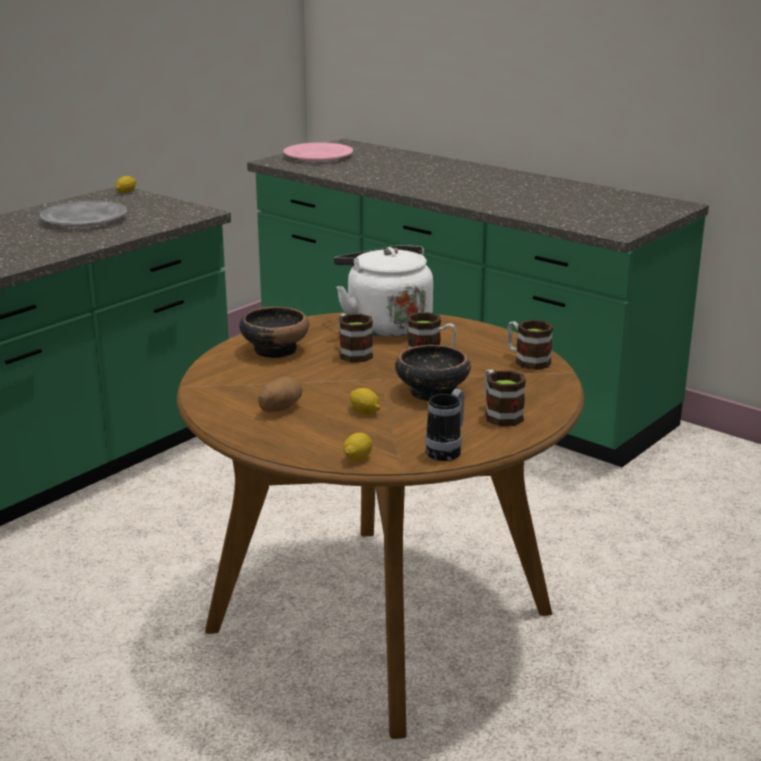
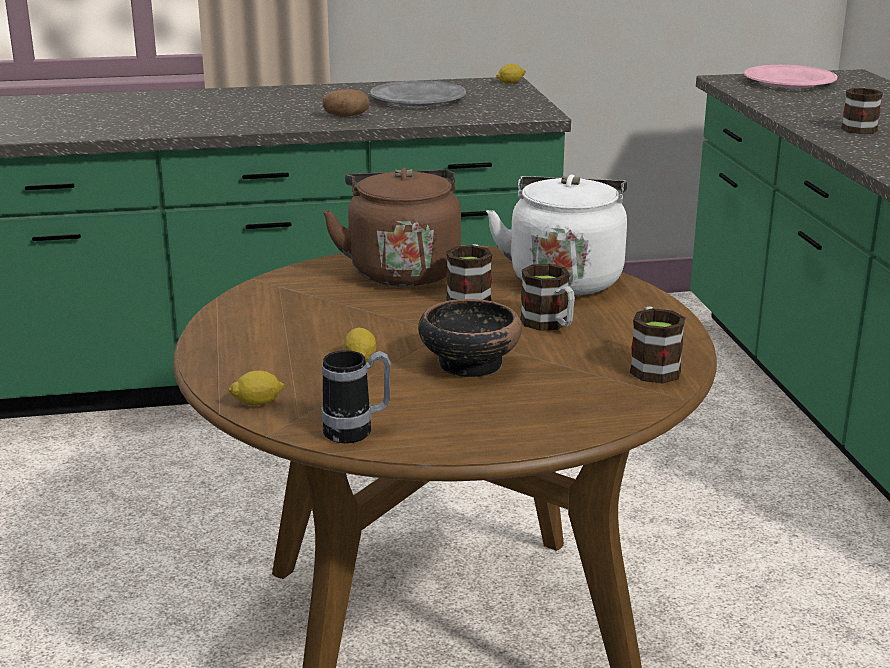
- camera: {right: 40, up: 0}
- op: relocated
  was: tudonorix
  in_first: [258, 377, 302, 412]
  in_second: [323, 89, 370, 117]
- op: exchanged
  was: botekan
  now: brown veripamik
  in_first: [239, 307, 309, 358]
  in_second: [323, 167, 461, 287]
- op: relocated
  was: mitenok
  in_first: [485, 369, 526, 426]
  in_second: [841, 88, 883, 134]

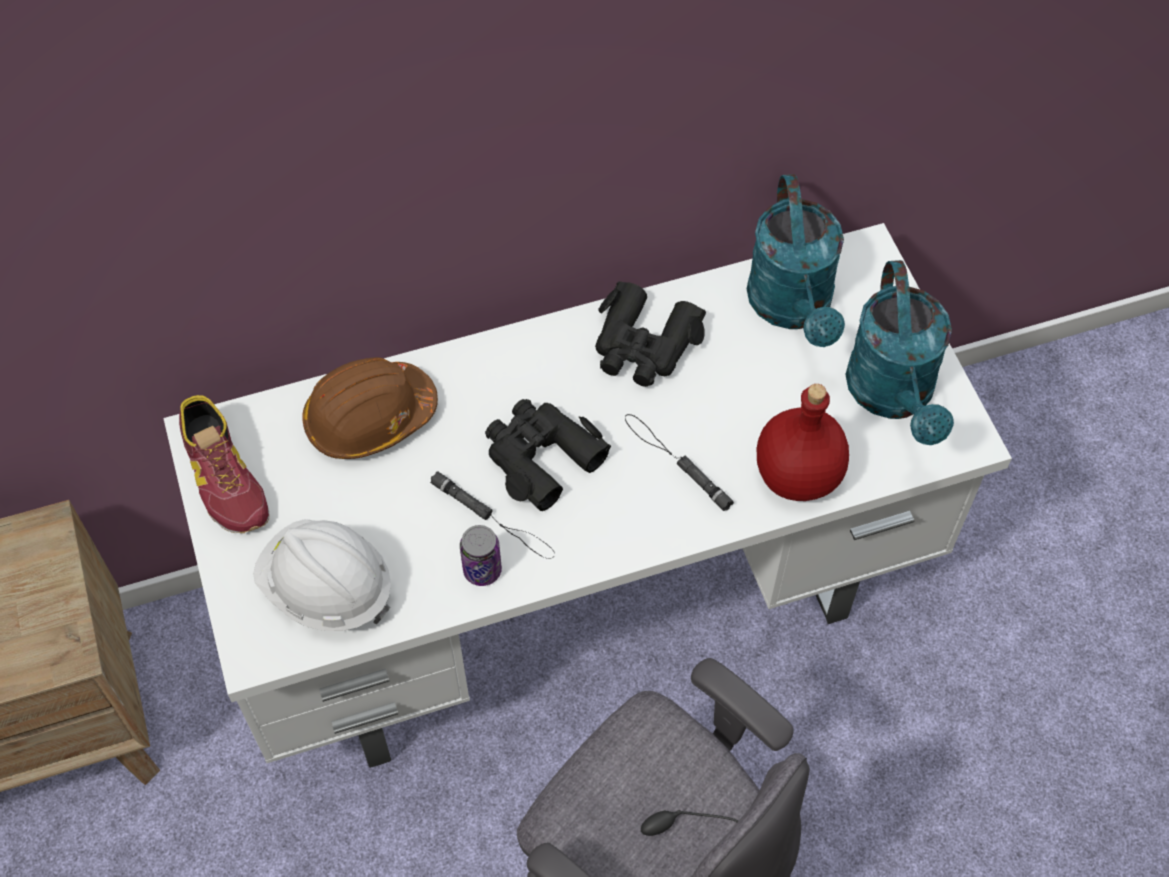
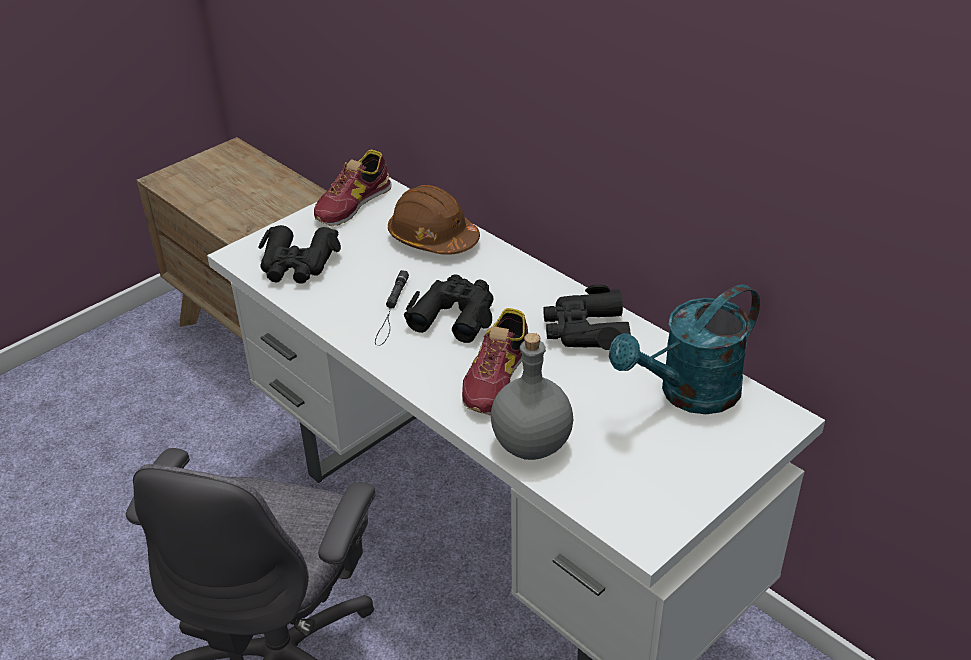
- camera: {right: 65, up: -20}
- op: exchanged
  was: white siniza
  now: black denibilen
  in_first: [253, 519, 391, 631]
  in_second: [258, 225, 341, 284]
- op: exchanged
  was: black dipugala
  now: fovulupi
  in_first: [625, 414, 734, 511]
  in_second: [462, 308, 528, 416]
- op: colour
  was: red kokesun
  now: grey kokesun
  in_first: [757, 384, 849, 501]
  in_second: [491, 333, 573, 460]
- op: missing
  was: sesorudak
  in_first: [460, 525, 502, 586]
- op: missing
  was: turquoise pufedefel
  in_first: [845, 260, 954, 445]

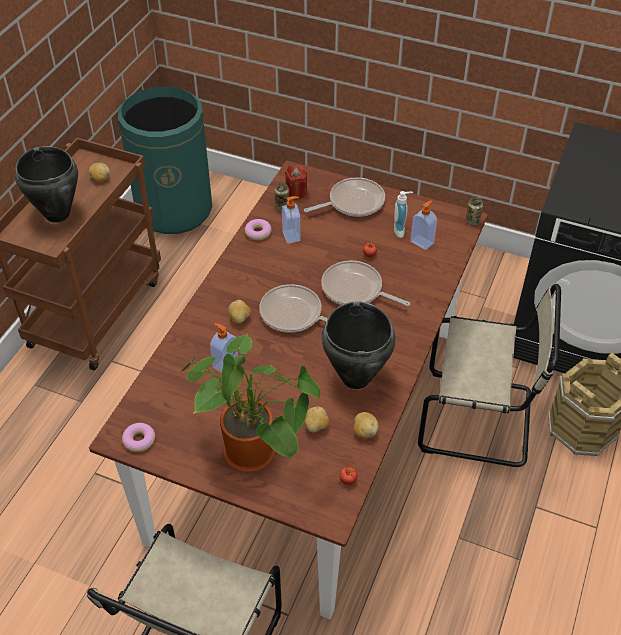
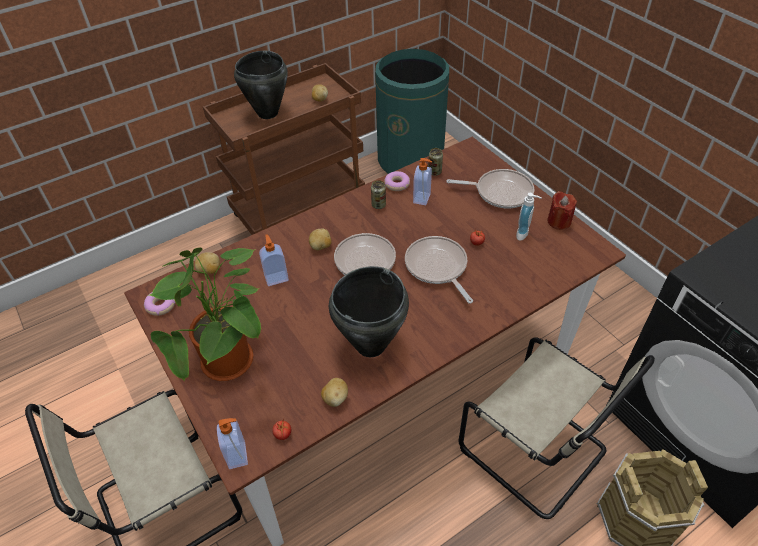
- camera: {right: 35, up: 0}
- op: relocated
  was: tudonorix
  in_first: [304, 407, 329, 432]
  in_second: [195, 252, 220, 274]
- op: relocated
  was: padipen
  in_first: [410, 201, 437, 250]
  in_second: [217, 418, 248, 469]
- op: relocated
  was: sesorudak
  in_first: [466, 197, 483, 226]
  in_second: [371, 180, 386, 209]
- op: relocated
  was: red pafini
  in_first: [285, 165, 307, 200]
  in_second: [547, 191, 577, 230]

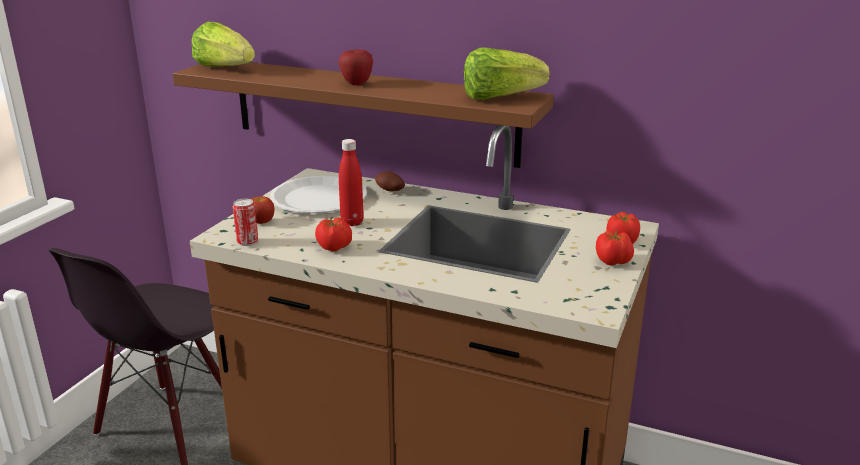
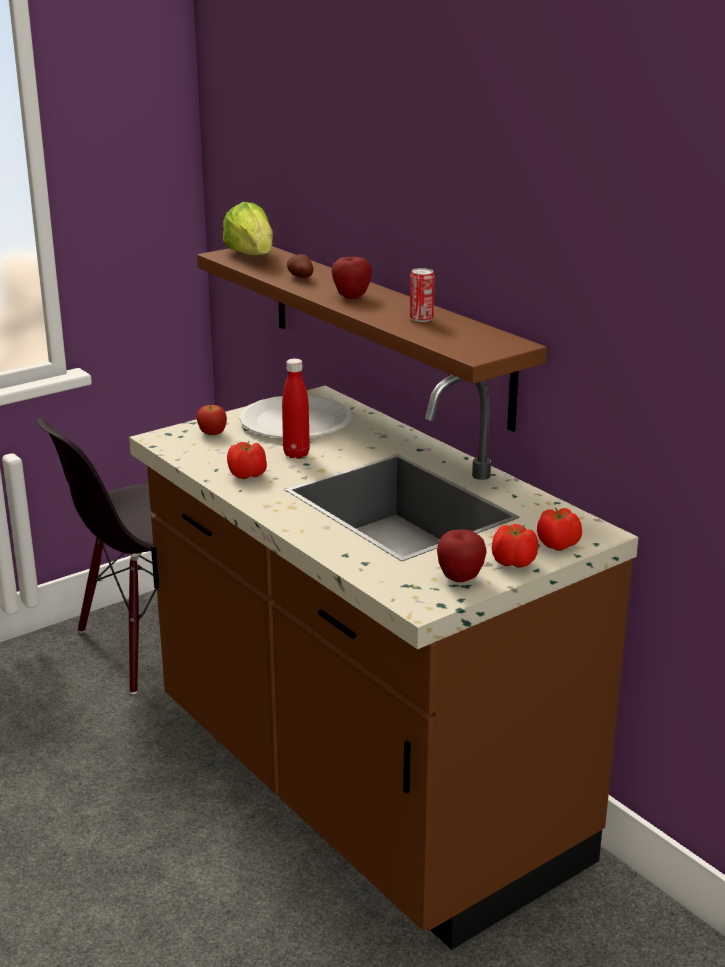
- camera: {right: 30, up: 0}
- op: relocated
  was: tudonorix
  in_first: [375, 171, 405, 191]
  in_second: [287, 254, 313, 278]
- op: relocated
  was: sesorudak
  in_first: [233, 199, 258, 246]
  in_second: [410, 268, 435, 322]
- op: appeared
  now: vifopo
  in_second: [437, 529, 486, 582]
- op: missing
  was: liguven
  in_first: [464, 48, 550, 100]

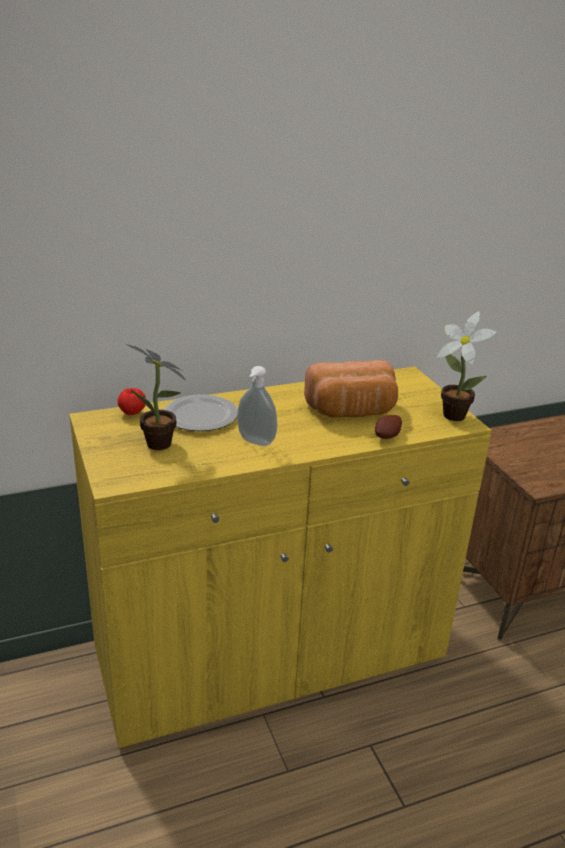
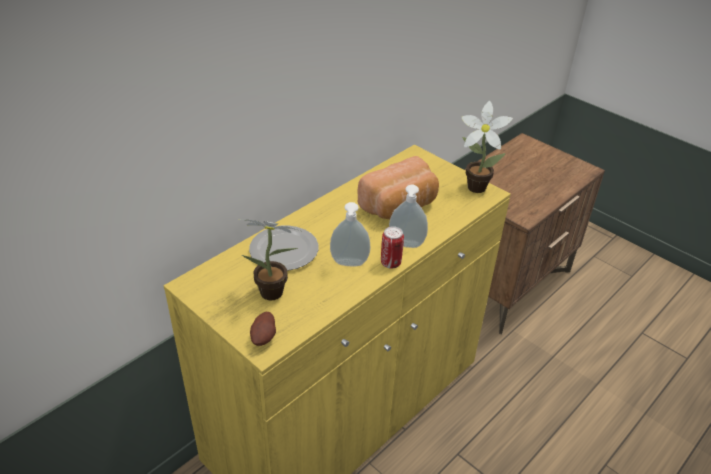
- camera: {right: -25, up: 10}
- op: relocated
  was: tudonorix
  in_first: [375, 415, 402, 439]
  in_second: [250, 312, 276, 346]
- op: appeared
  now: sesorudak
  in_second: [381, 226, 404, 269]
- op: appeared
  now: padipen
  in_second: [389, 185, 428, 248]
- op: missing
  was: vifopo
  in_first: [117, 388, 146, 415]

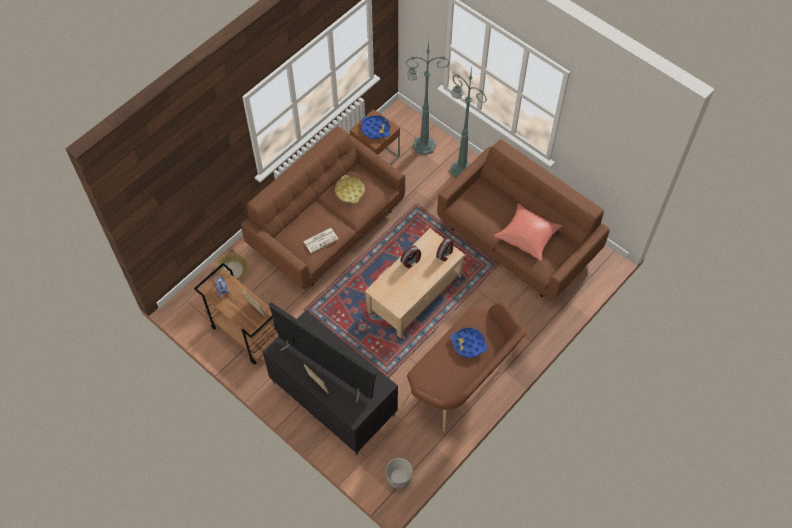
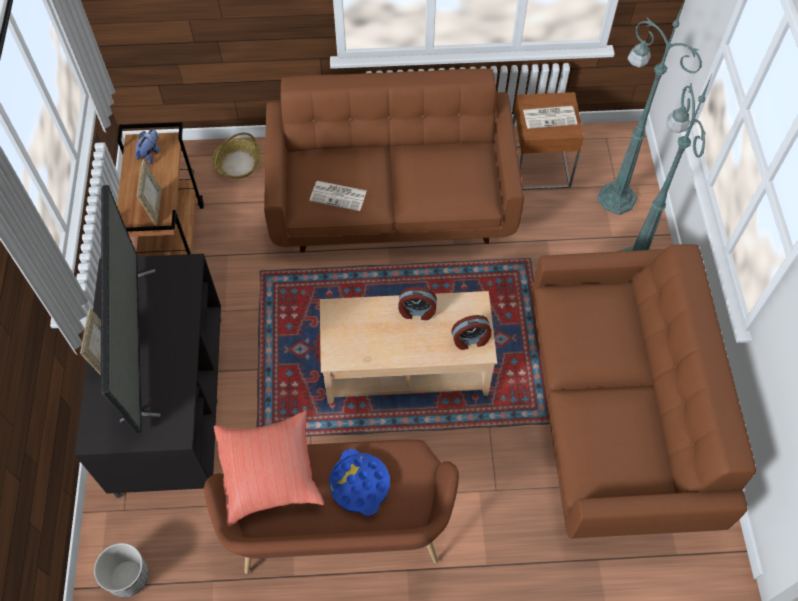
- camera: {right: 45, up: 0}
- op: relocated
  was: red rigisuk
  in_first: [494, 204, 563, 261]
  in_second: [214, 410, 324, 527]
- op: exchanged
  was: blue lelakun
  now: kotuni
  in_first: [361, 115, 390, 139]
  in_second: [523, 106, 577, 129]
- op: missing
  was: yellow lelakun
  in_first: [335, 175, 365, 204]

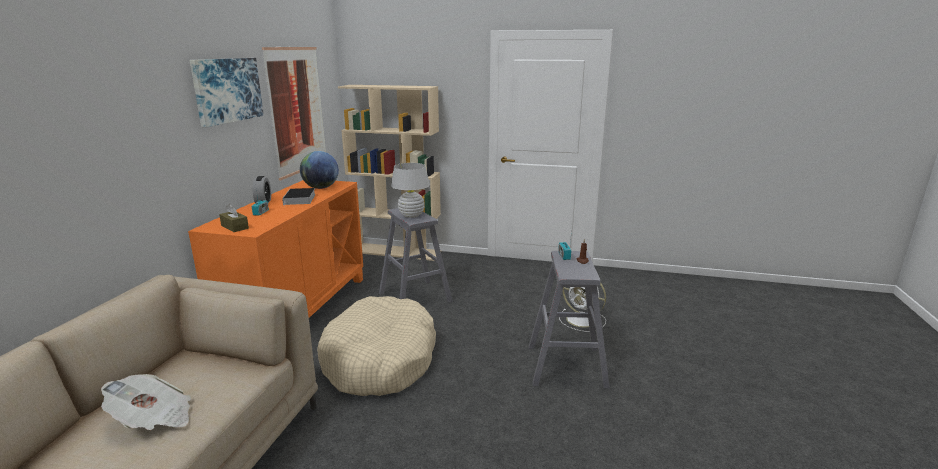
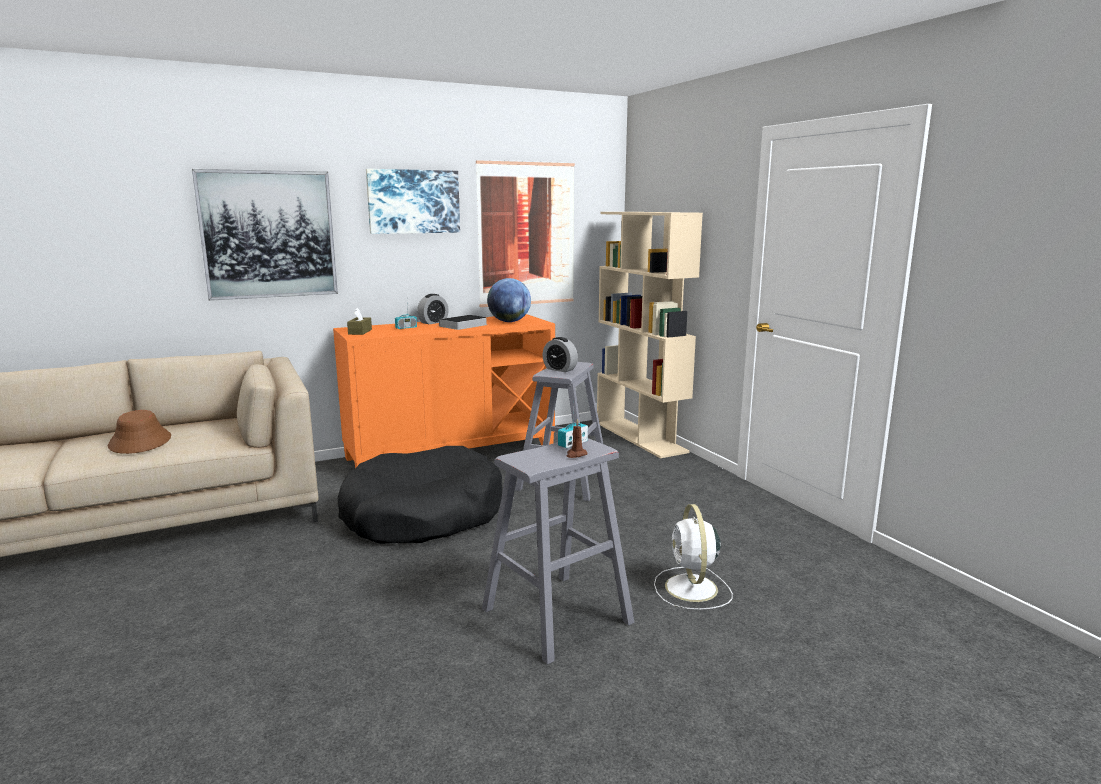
- camera: {right: 50, up: -5}
- op: exchanged
  was: kotuni
  now: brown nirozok
  in_first: [101, 374, 191, 430]
  in_second: [108, 410, 171, 454]
- op: appeared
  now: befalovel
  in_second: [192, 169, 338, 301]
- op: colour
  was: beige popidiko
  now: black popidiko
  in_first: [317, 296, 436, 396]
  in_second: [338, 446, 502, 544]
- op: exchanged
  was: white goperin
  now: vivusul
  in_first: [391, 163, 430, 218]
  in_second: [543, 337, 578, 372]

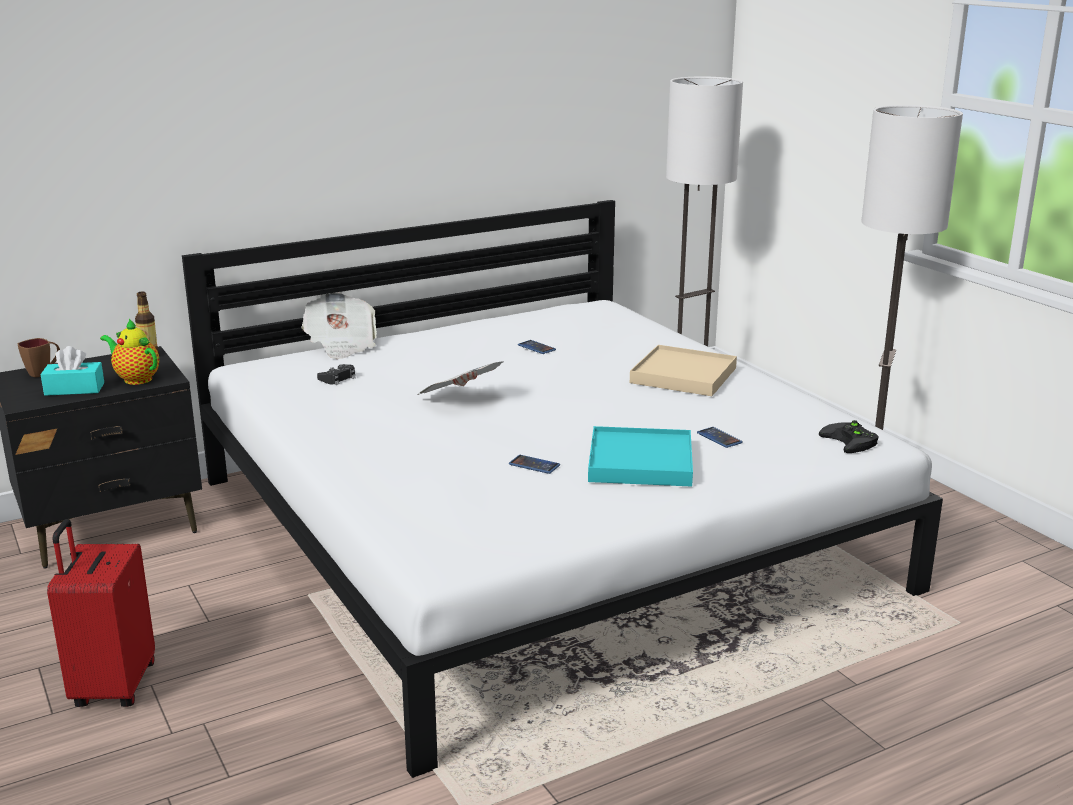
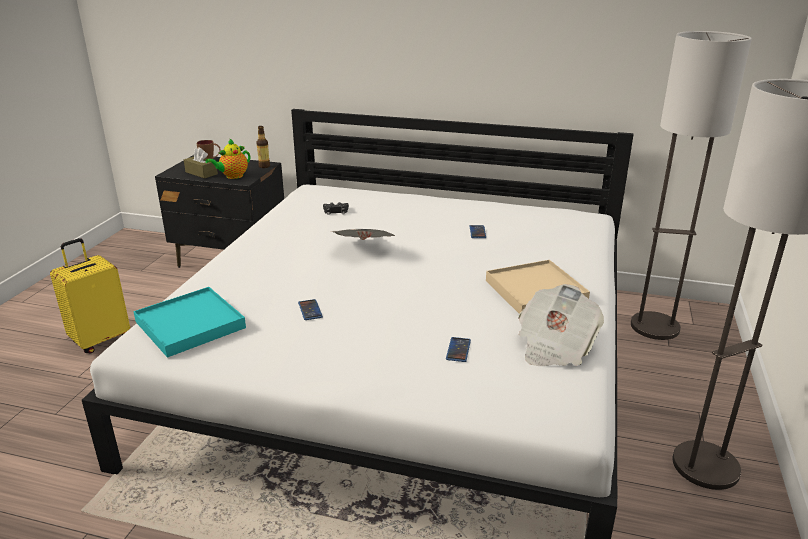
- camera: {right: 45, up: 5}
- op: colour
  was: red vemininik
  now: yellow vemininik
  in_first: [47, 519, 155, 707]
  in_second: [50, 238, 130, 353]
- op: relocated
  was: turquoise lelakun
  in_first: [588, 426, 693, 487]
  in_second: [133, 287, 246, 358]
- op: colour
  was: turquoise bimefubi
  now: brown bimefubi
  in_first: [41, 346, 104, 396]
  in_second: [184, 147, 218, 179]
- op: spun
  was: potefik
  in_first: [100, 319, 159, 385]
  in_second: [205, 138, 250, 179]
  clockwise: -120
- op: relocated
  was: kotuni
  in_first: [301, 292, 377, 359]
  in_second: [518, 284, 604, 366]
- op: missing
  was: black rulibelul
  in_first: [819, 420, 879, 453]

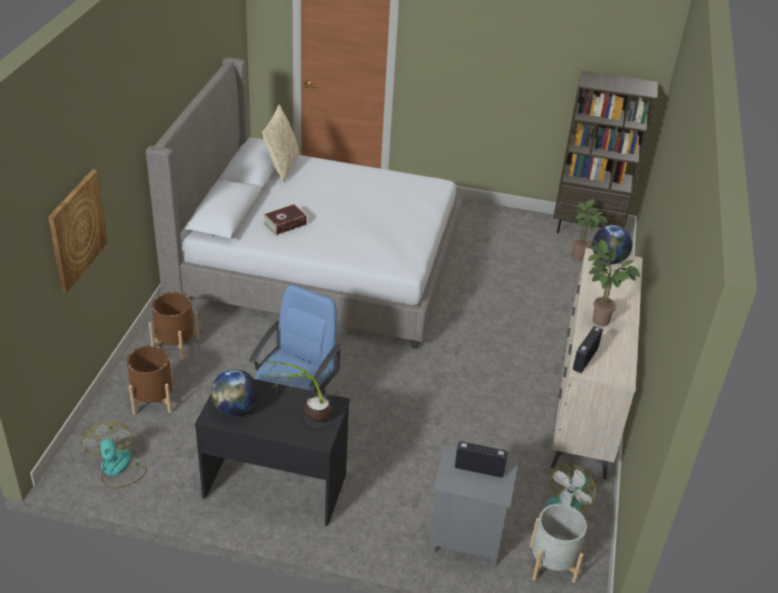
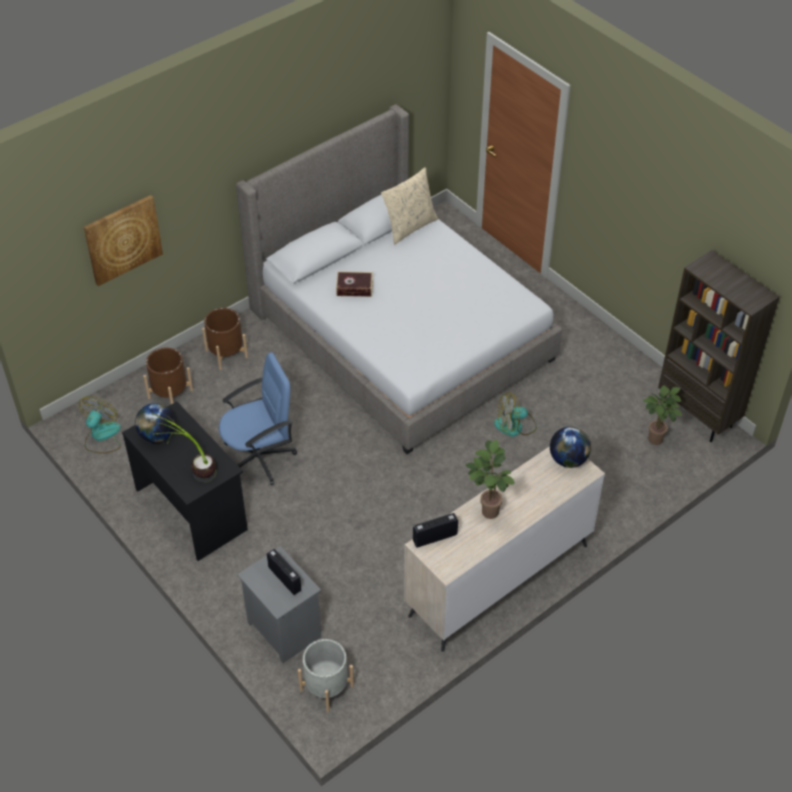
- camera: {right: 40, up: 10}
- op: relocated
  was: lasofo
  in_first: [546, 464, 596, 512]
  in_second: [494, 392, 537, 437]

